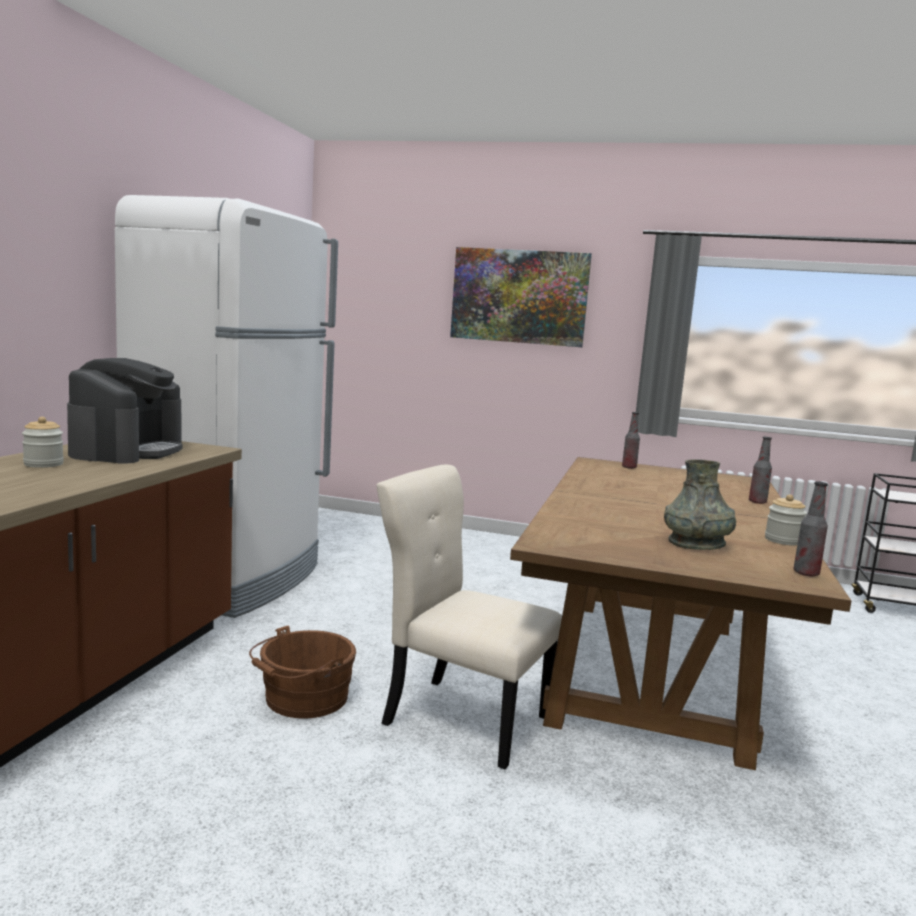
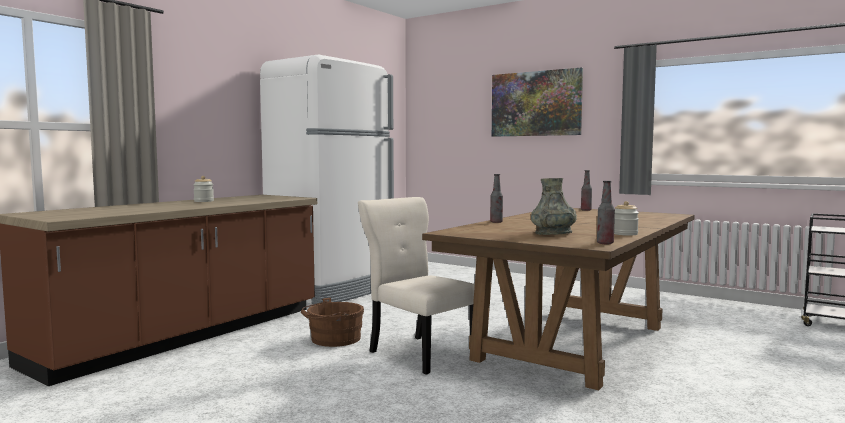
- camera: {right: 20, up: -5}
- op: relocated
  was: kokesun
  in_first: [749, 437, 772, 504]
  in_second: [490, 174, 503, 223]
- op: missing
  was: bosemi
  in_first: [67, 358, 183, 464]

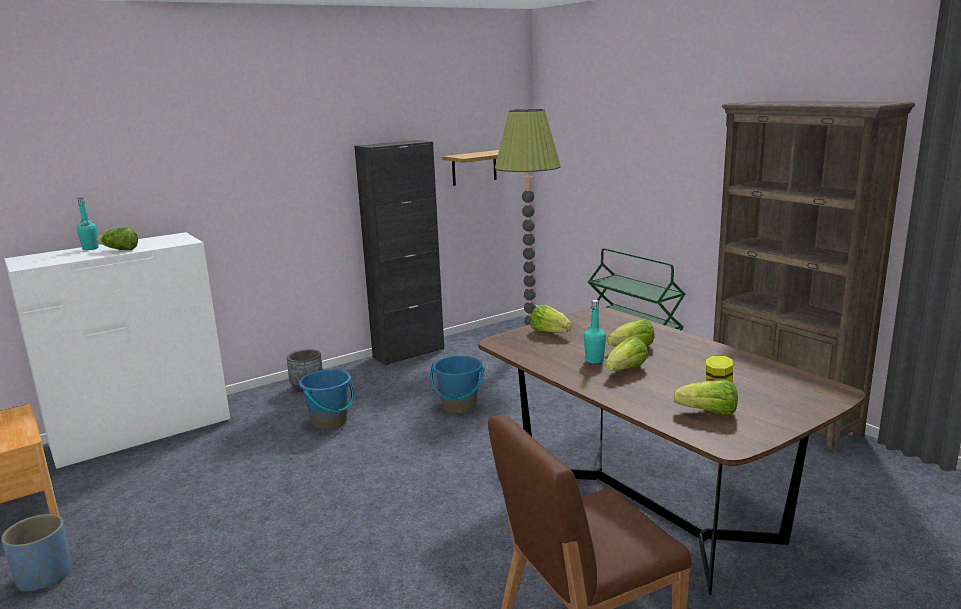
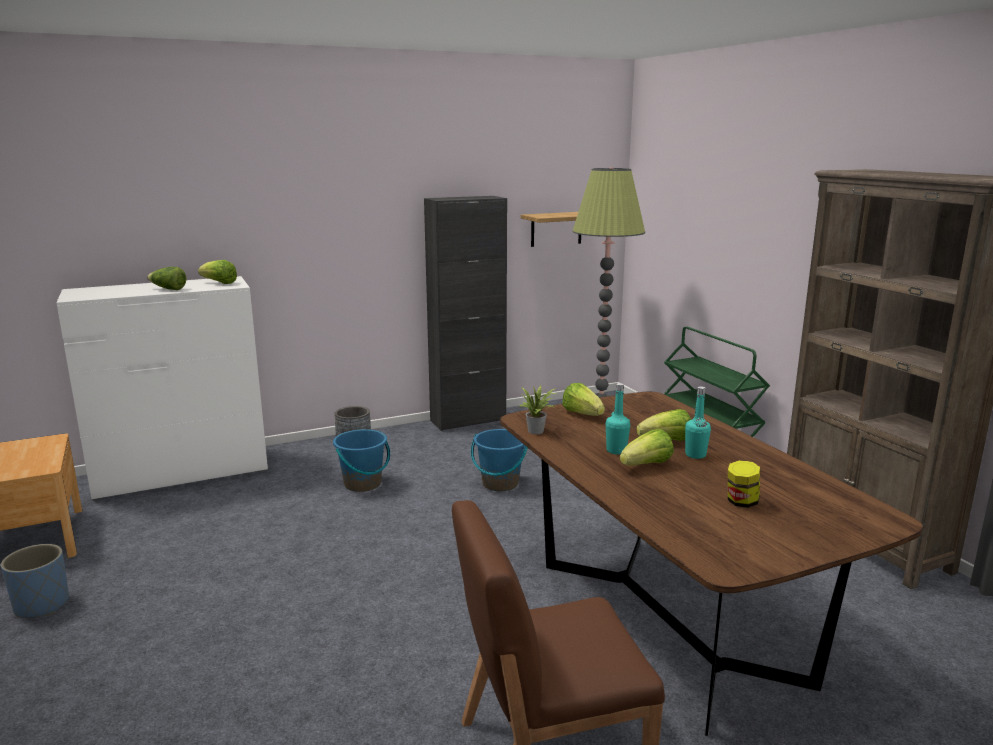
- camera: {right: 10, up: 0}
- op: relocated
  was: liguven
  in_first: [673, 380, 738, 415]
  in_second: [198, 260, 237, 284]
- op: appeared
  now: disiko
  in_second: [520, 384, 557, 434]
- op: relocated
  was: turquoise kokesun
  in_first: [77, 198, 99, 250]
  in_second: [685, 386, 711, 459]

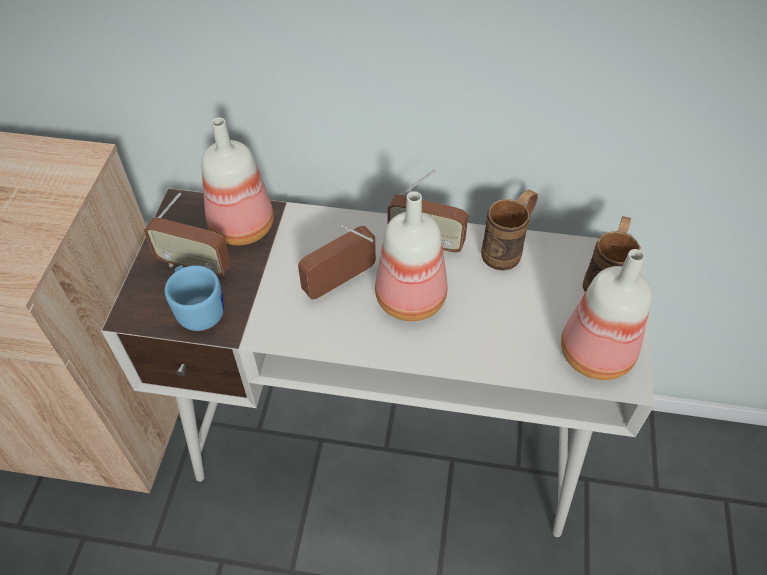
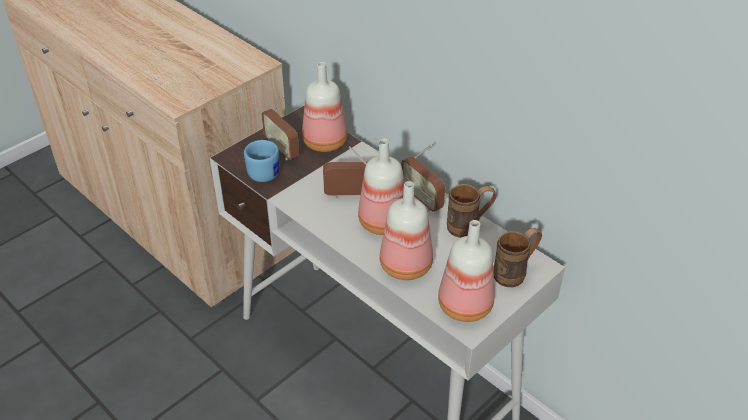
- camera: {right: 35, up: -10}
- op: appeared
  now: kokesun
  in_second: [380, 181, 433, 280]

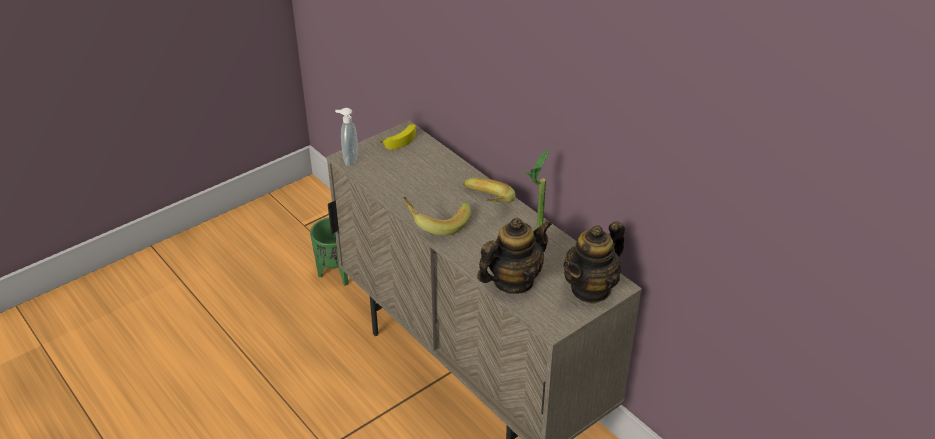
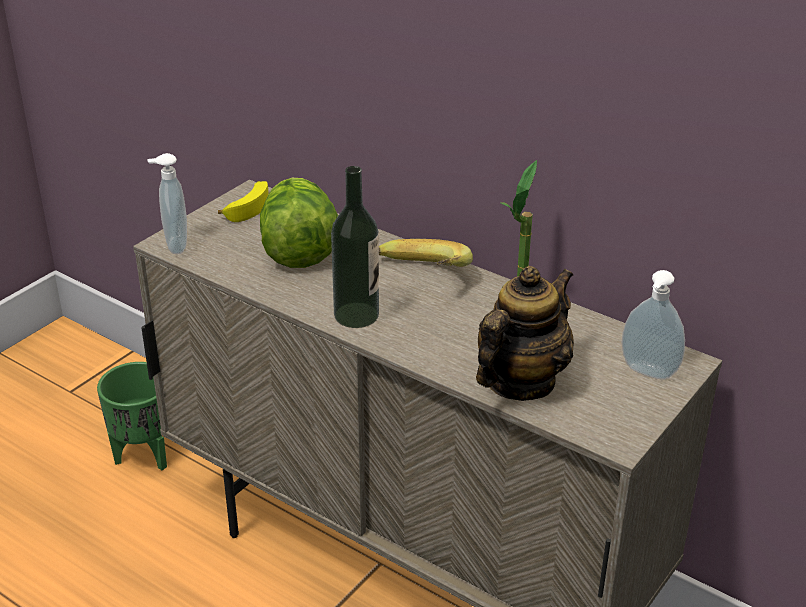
- camera: {right: -15, up: -5}
- op: appeared
  now: liguven
  in_second: [260, 178, 338, 268]
- op: exchanged
  was: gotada
  now: kokesun
  in_first: [403, 197, 471, 235]
  in_second: [331, 166, 379, 328]
- op: exchanged
  was: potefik
  now: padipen
  in_first: [563, 221, 625, 304]
  in_second: [622, 270, 685, 380]

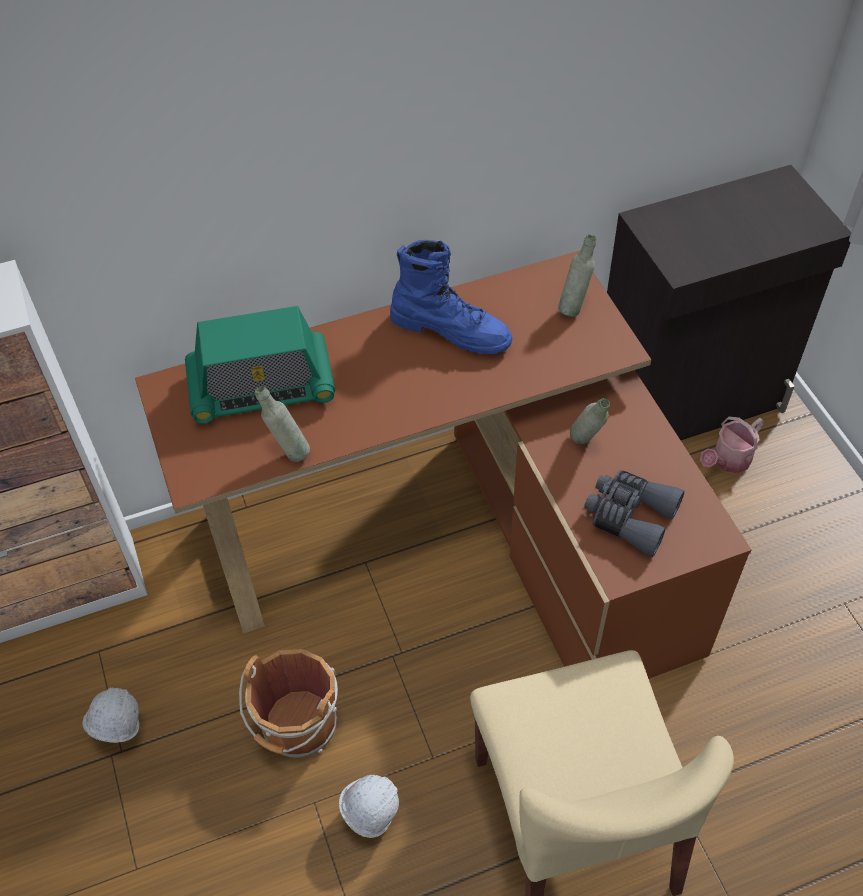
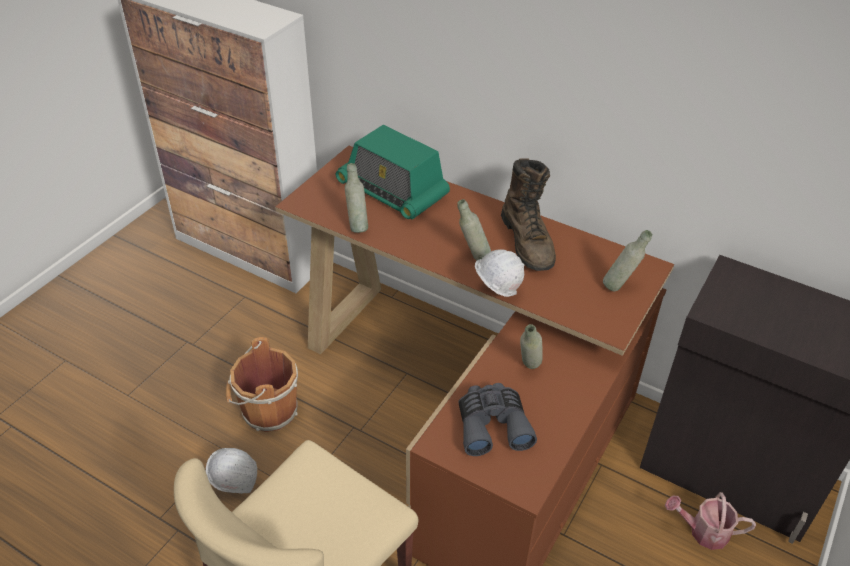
- camera: {right: 50, up: -10}
- op: appeared
  now: grey kokesun
  in_second: [457, 199, 491, 260]
- op: relocated
  was: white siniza
  in_first: [82, 687, 139, 743]
  in_second: [475, 249, 525, 297]
- op: colour
  was: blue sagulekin
  now: brown sagulekin
  in_first: [390, 240, 512, 354]
  in_second: [501, 158, 556, 271]

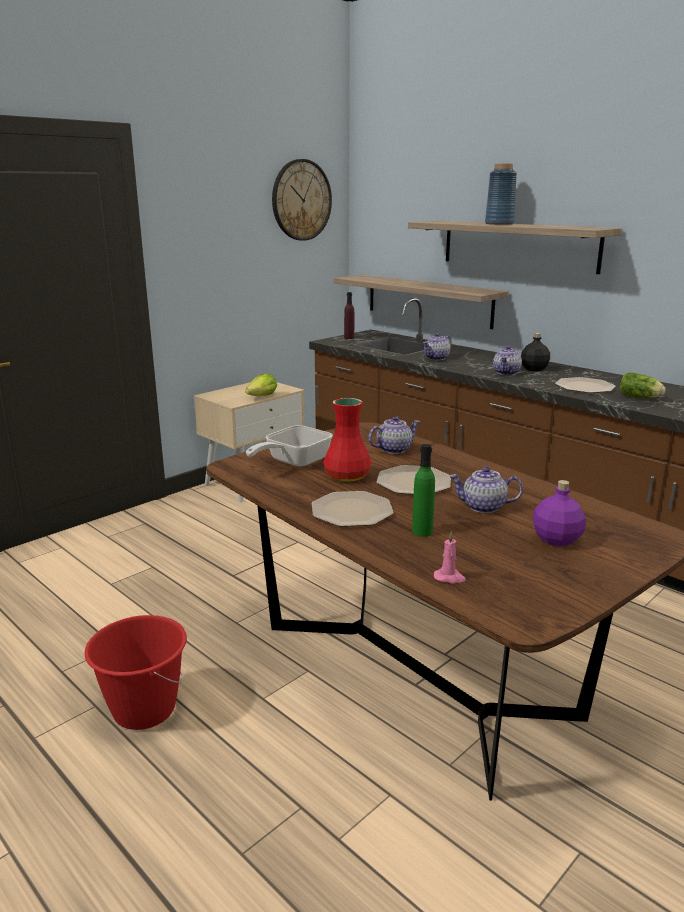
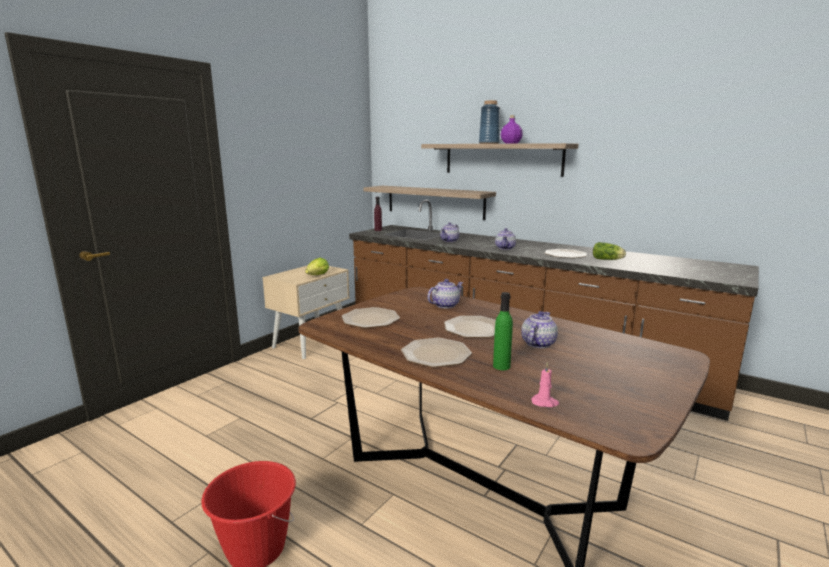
- camera: {right: -10, up: -5}
- op: exchanged
  was: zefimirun
  now: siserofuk
  in_first: [246, 425, 333, 467]
  in_second: [342, 307, 400, 328]
- op: relocated
  was: purple kokesun
  in_first: [533, 480, 586, 547]
  in_second: [501, 115, 523, 143]
- op: spun
  was: potefik
  in_first: [449, 467, 523, 513]
  in_second: [521, 311, 558, 348]
  clockwise: 120
- op: missing
  was: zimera
  in_first: [272, 159, 332, 241]
- op: missing
  was: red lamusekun
  in_first: [323, 398, 371, 482]
- op: missing
  was: black kokesun
  in_first: [521, 333, 550, 371]

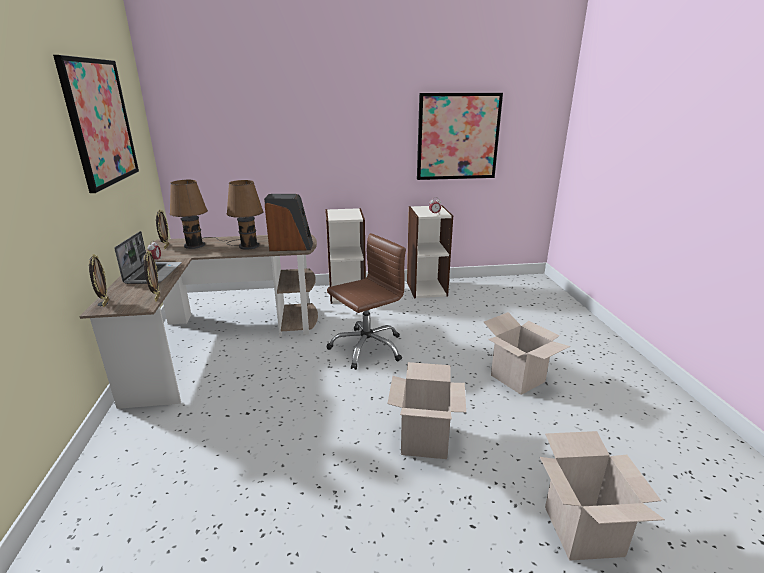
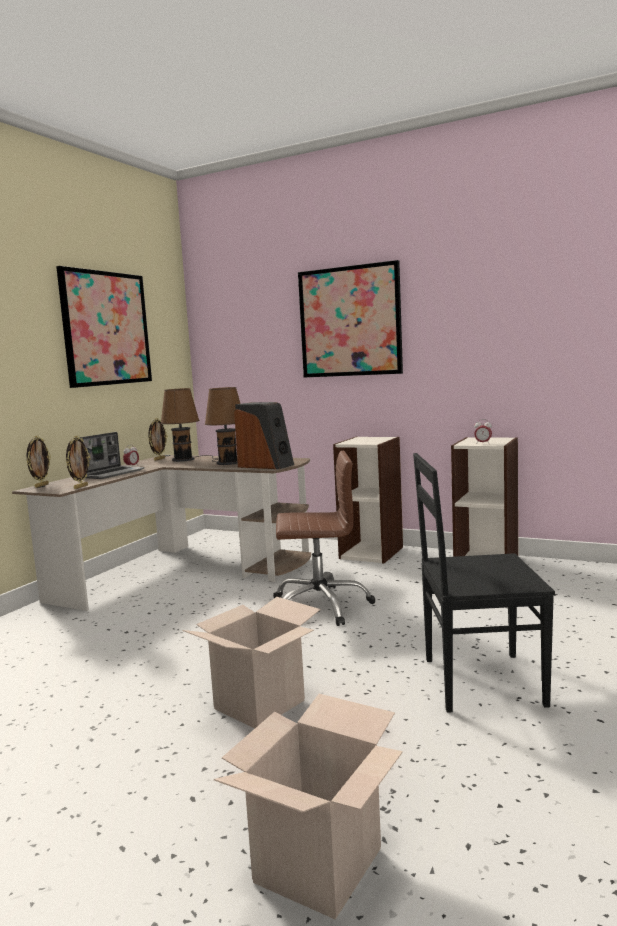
- camera: {right: 35, up: -15}
- op: relocated
  was: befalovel
  in_first: [417, 93, 503, 180]
  in_second: [298, 260, 403, 378]
- op: exchanged
  was: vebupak
  now: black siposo
  in_first: [484, 312, 570, 395]
  in_second: [413, 453, 555, 713]

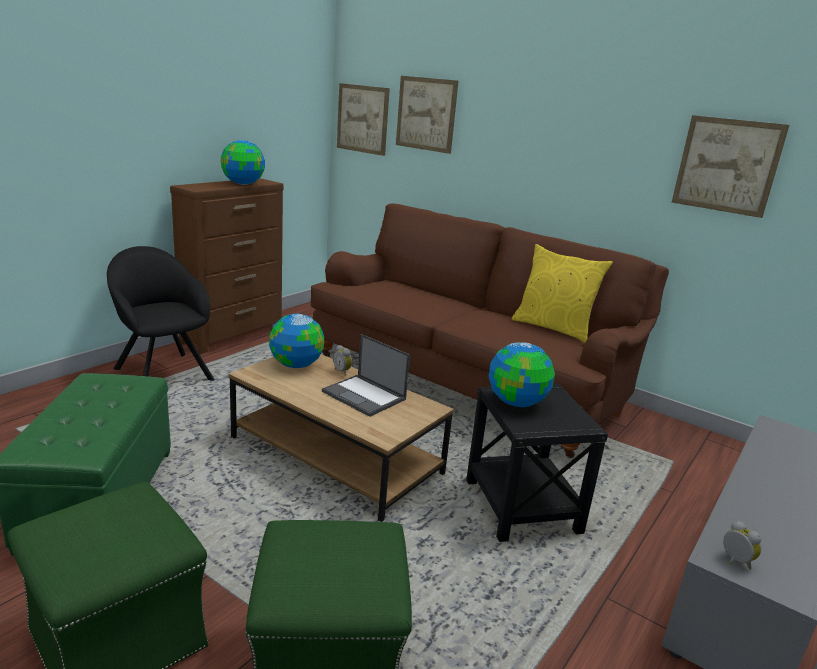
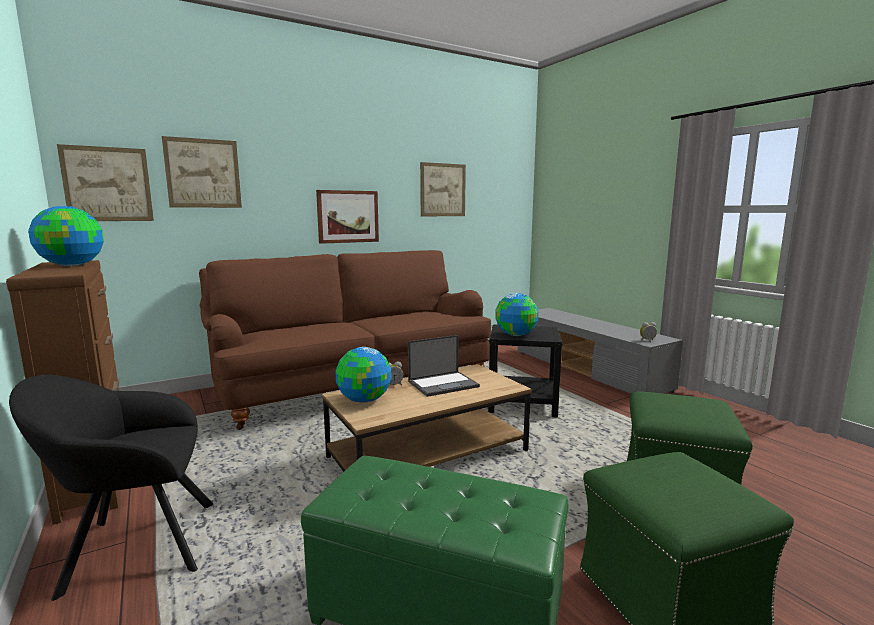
- camera: {right: -65, up: -10}
- op: appeared
  now: befalovel
  in_second: [316, 190, 379, 244]
- op: missing
  was: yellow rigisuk
  in_first: [511, 244, 613, 343]

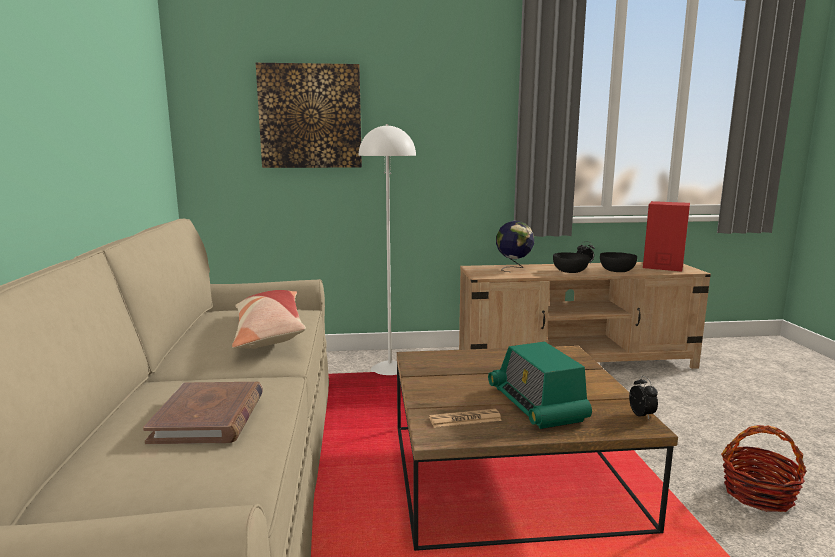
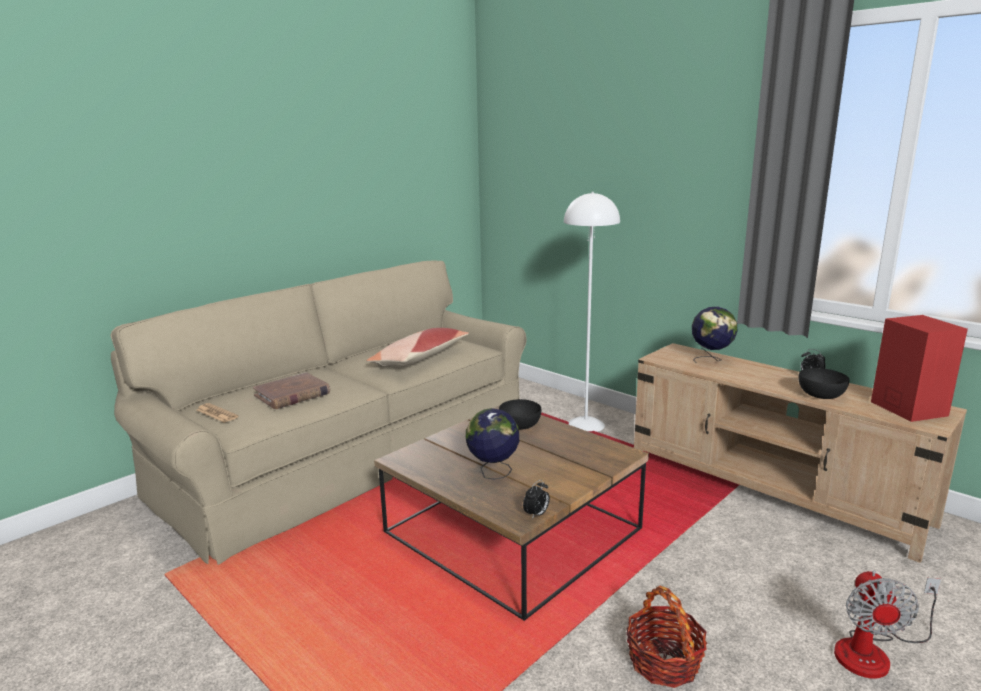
- camera: {right: 50, up: 5}
- op: relocated
  was: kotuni
  in_first: [429, 409, 502, 428]
  in_second: [197, 403, 239, 423]
- op: exchanged
  was: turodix
  now: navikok
  in_first: [488, 342, 592, 429]
  in_second: [466, 408, 519, 480]
- op: relocated
  was: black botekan
  in_first: [553, 252, 590, 273]
  in_second: [499, 399, 541, 430]
- op: appeared
  now: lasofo
  in_second: [834, 570, 941, 679]
- op: missing
  was: befalovel
  in_first: [256, 63, 362, 168]

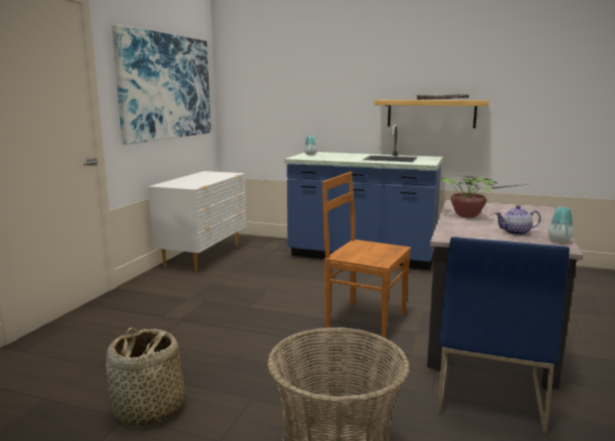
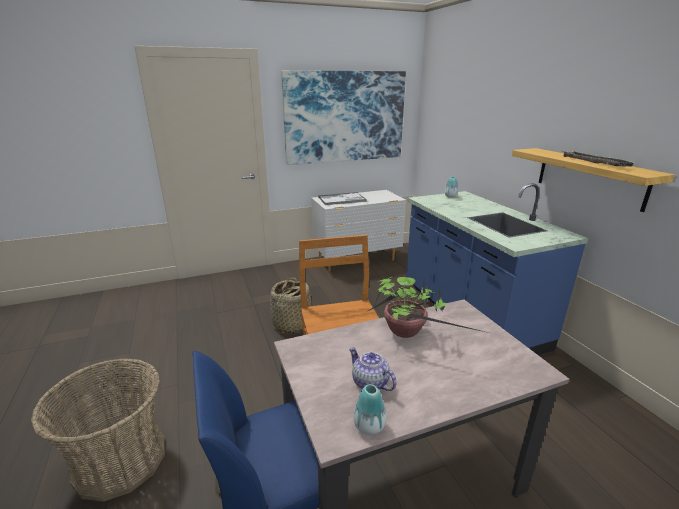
- camera: {right: 50, up: 10}
- op: relocated
  was: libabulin
  in_first: [106, 328, 185, 426]
  in_second: [270, 278, 311, 333]
- op: appeared
  now: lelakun
  in_second: [318, 192, 367, 205]

